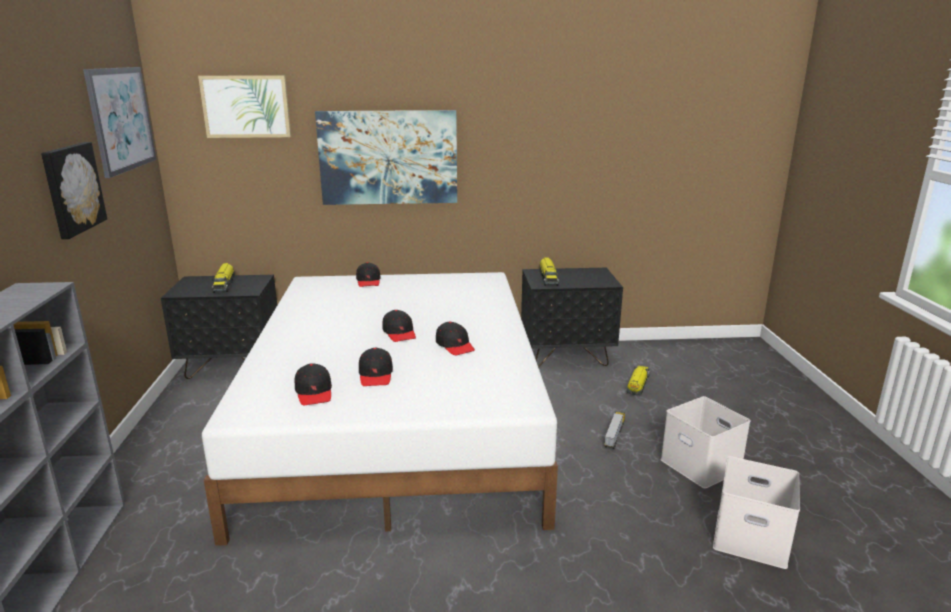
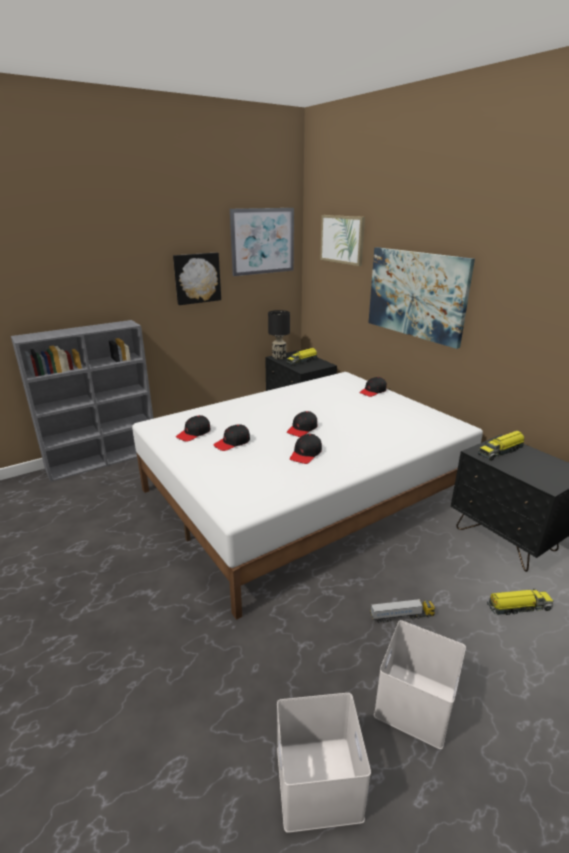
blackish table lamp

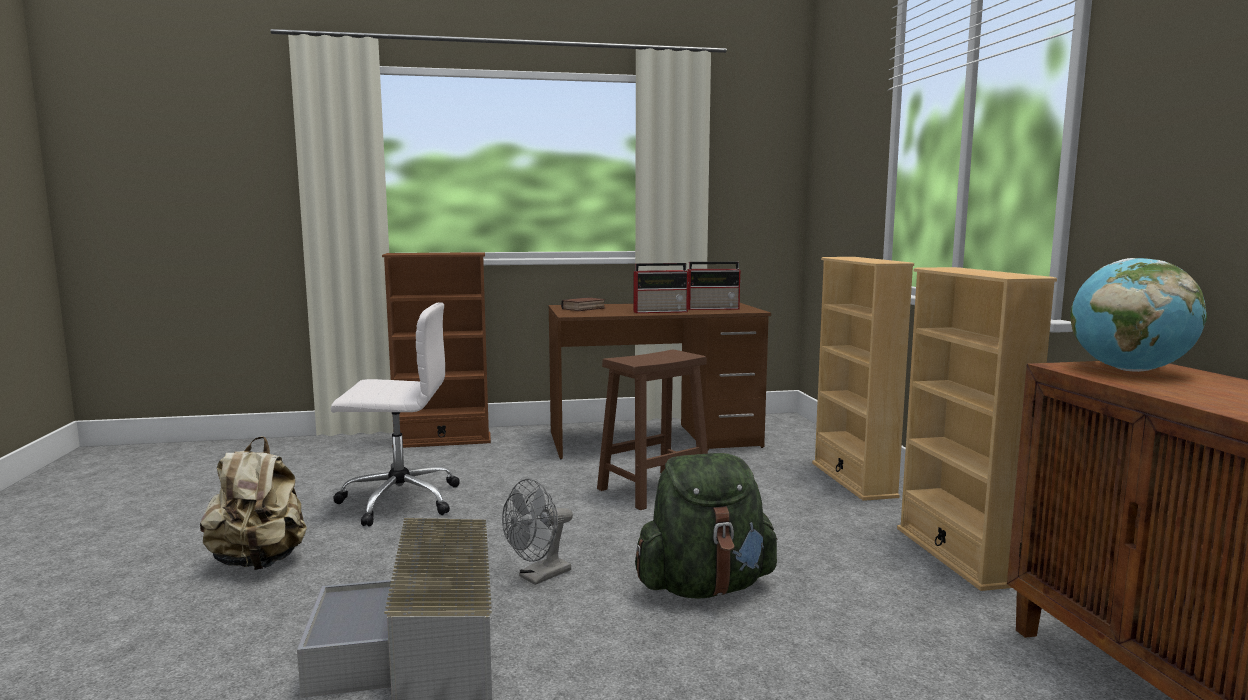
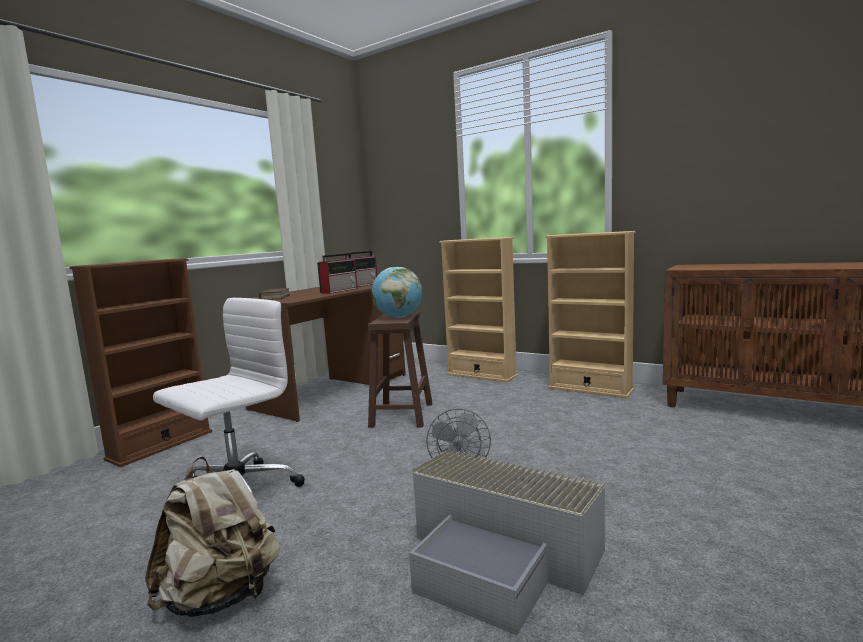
greenish rucksack; globe

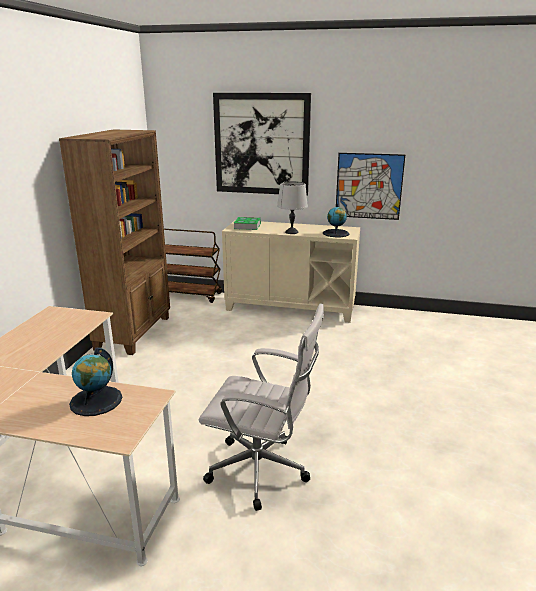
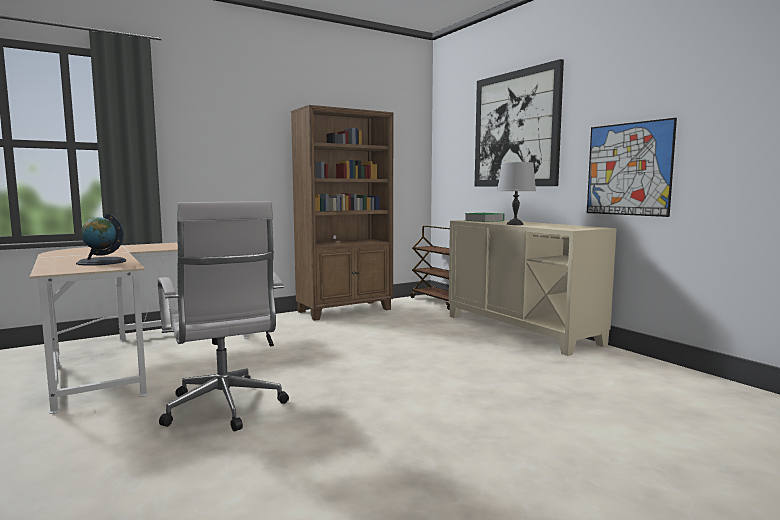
globe (2nd from left in the first image)

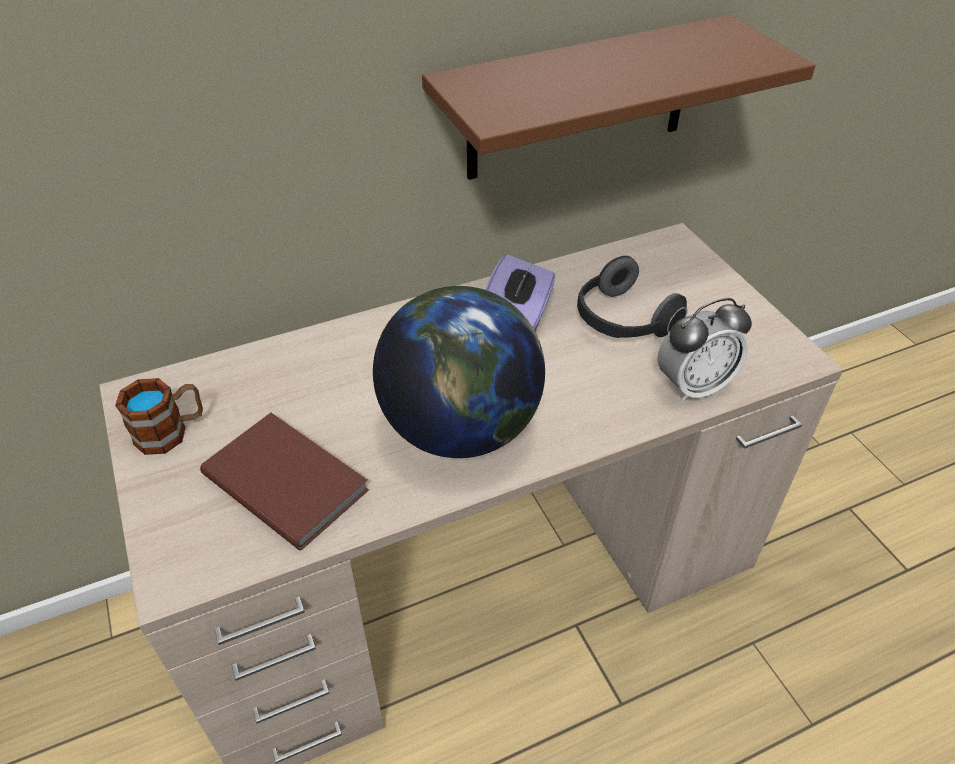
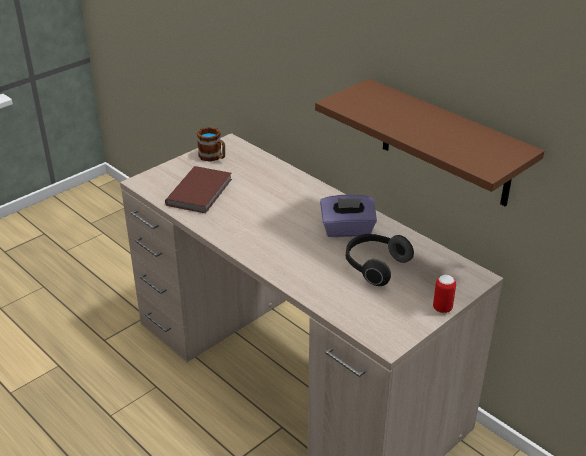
globe; table clock; metal can

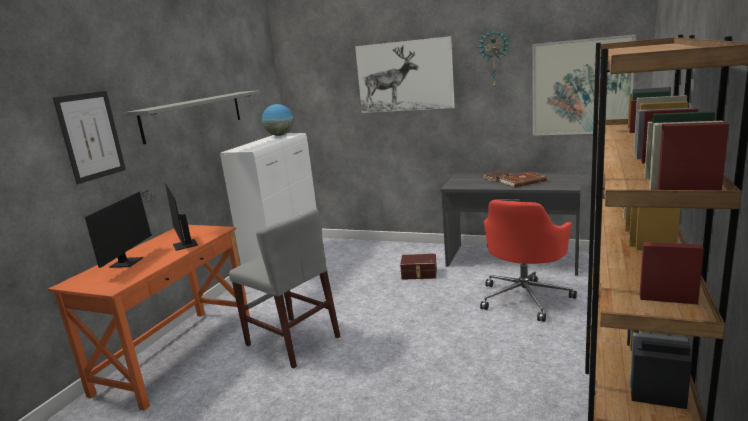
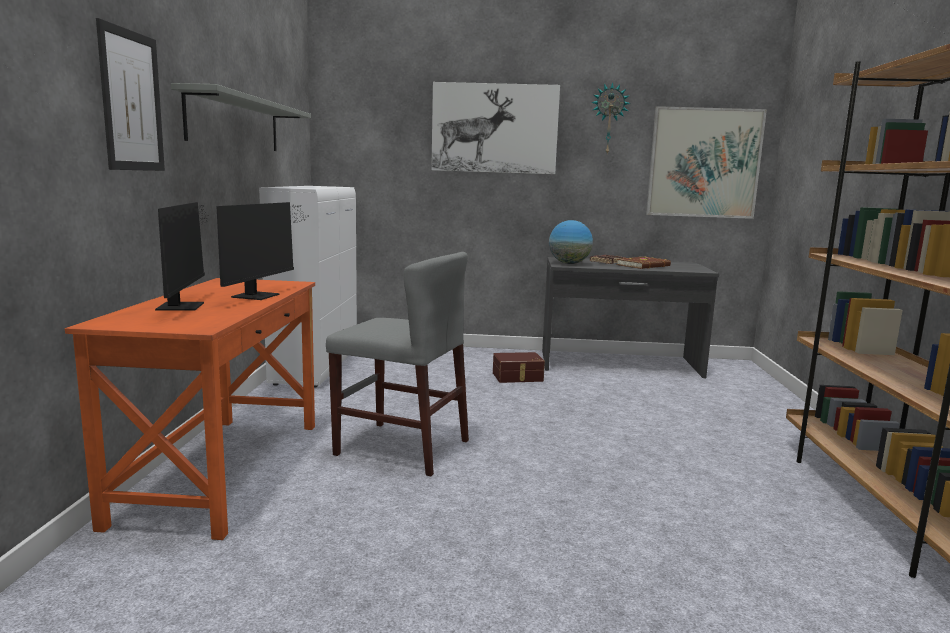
red-coloured office chair; globe; monitor (2nd from left)

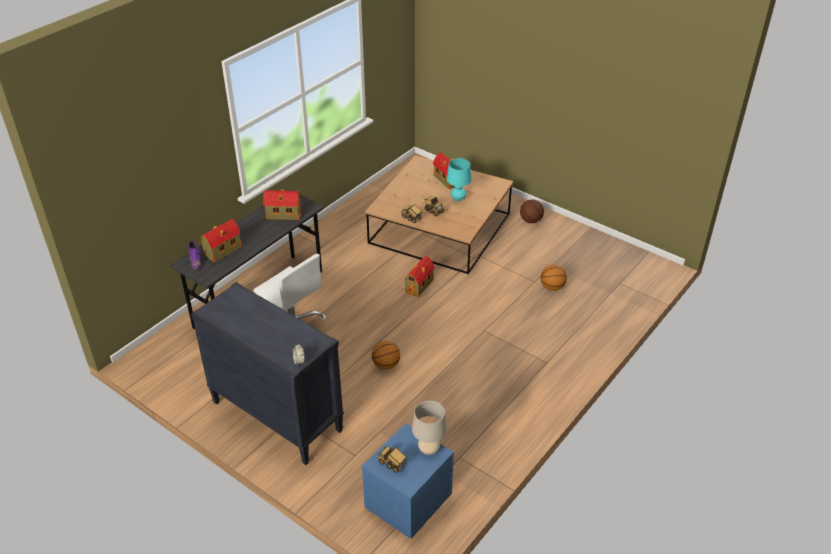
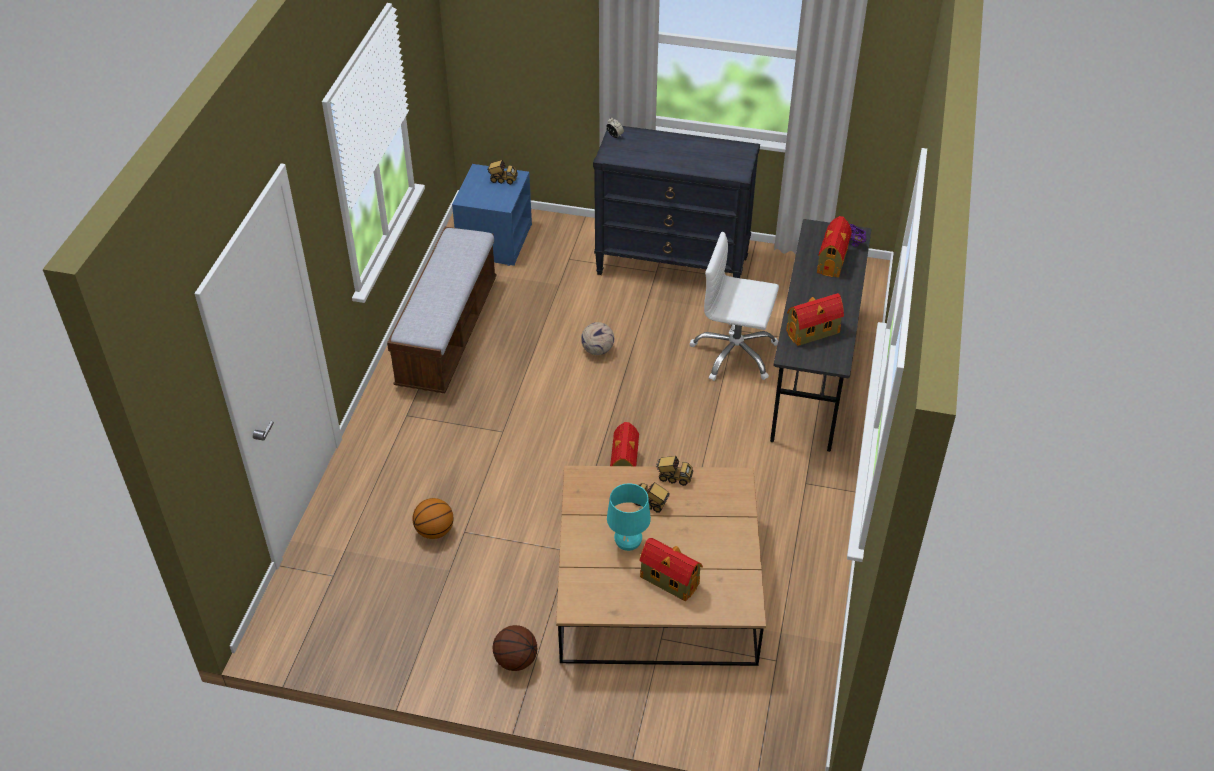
beige table lamp; bench; football ball

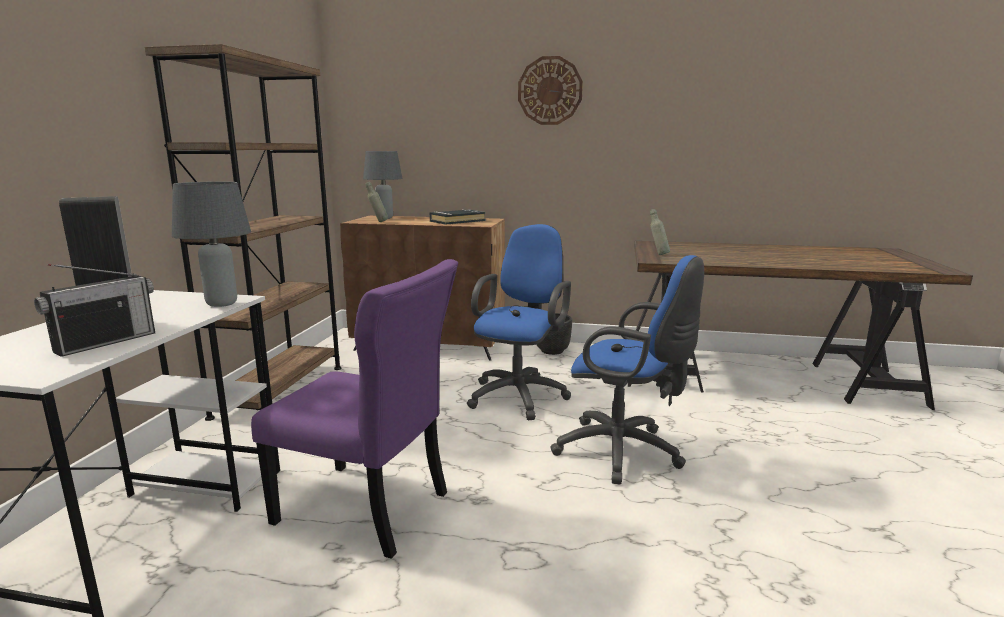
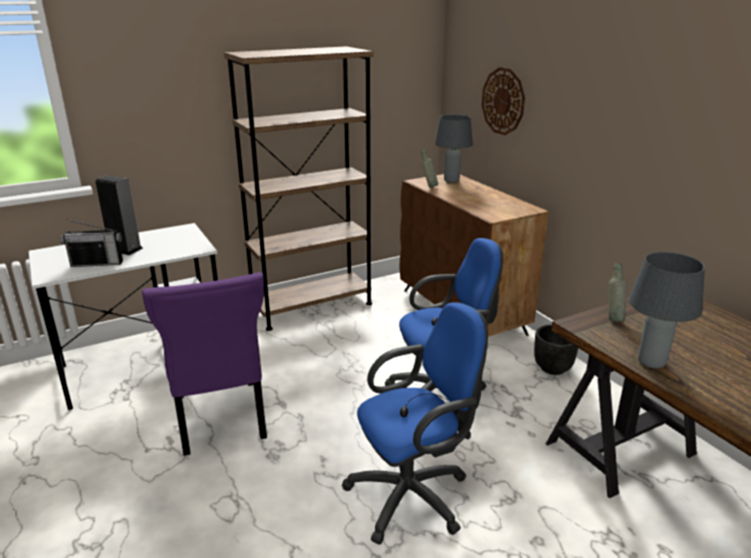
blackish bound book; greyish table lamp (2nd from left); clock on the wall; blue-coloured office chair (1st from left)

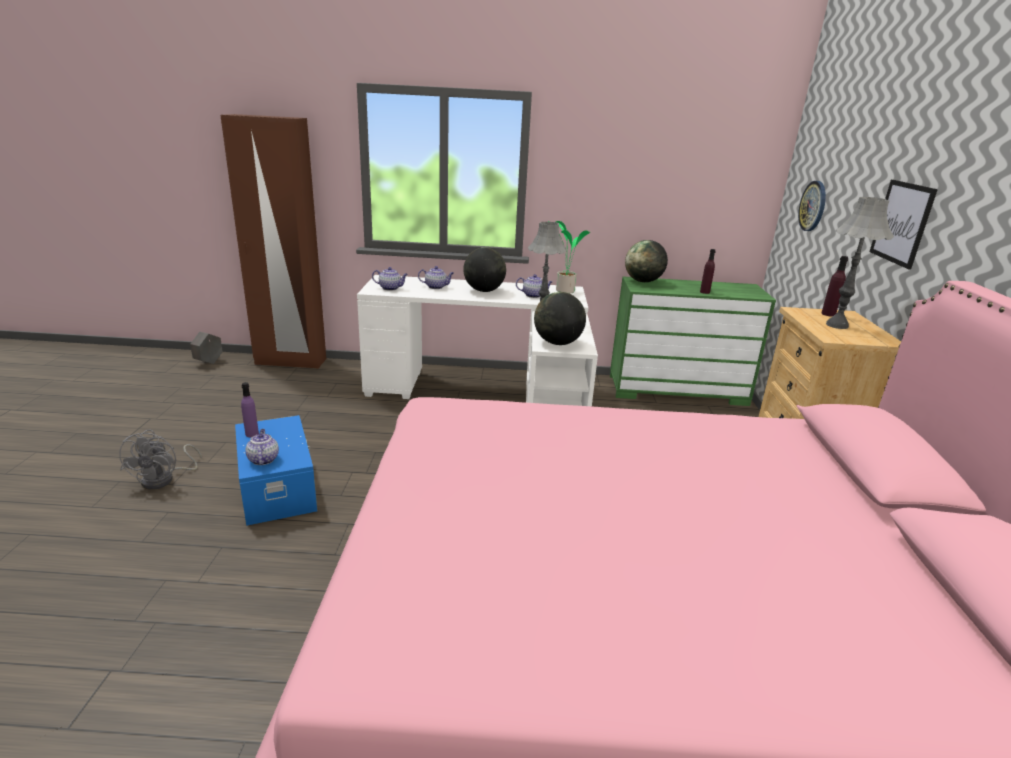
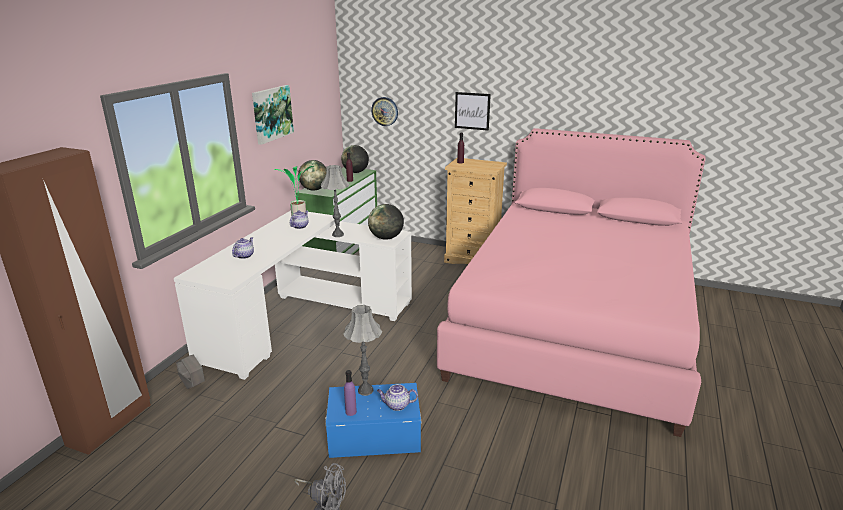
pot for tea (2nd from left in the first image); picture (1st from left); greyish planter; globe (2nd from left); greyish table lamp (2nd from left)

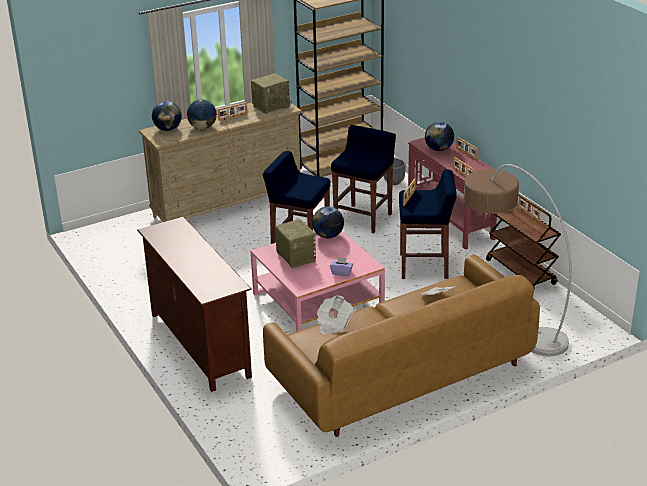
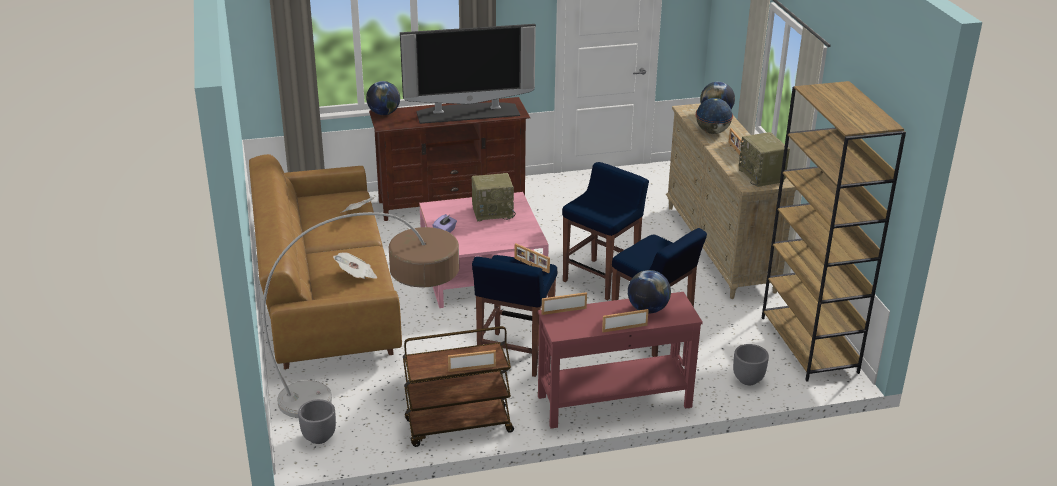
greyish planter (1st from left); TV set; globe (1st from left)

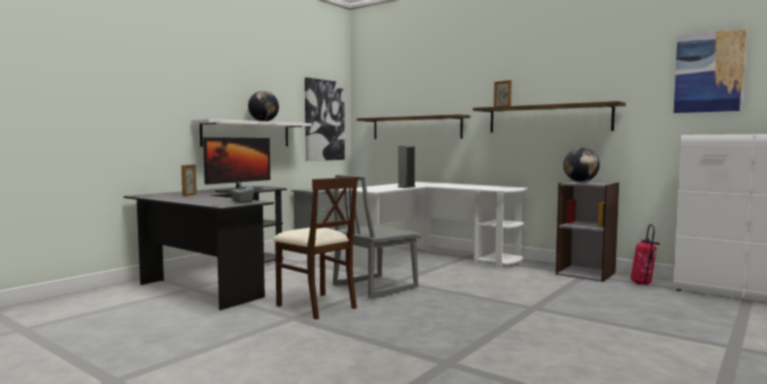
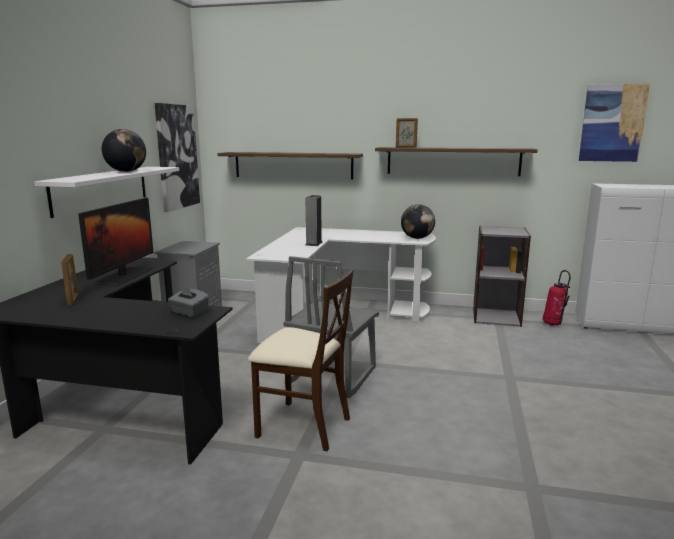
globe (2nd from left)

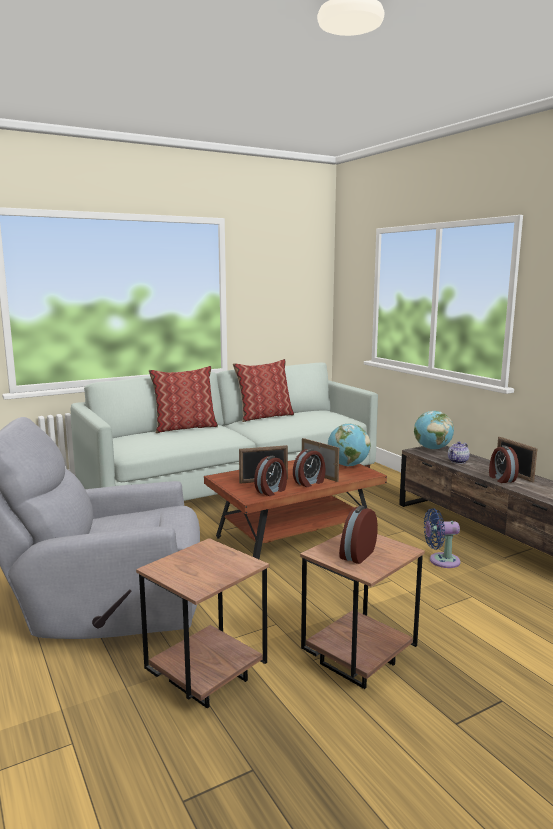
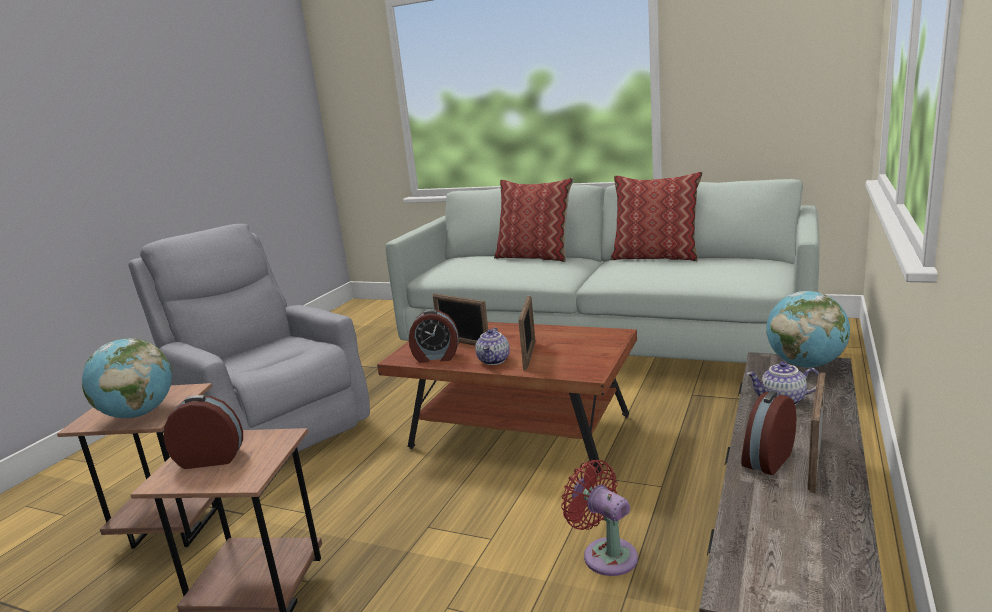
globe (1st from left); pot for tea (1st from left); red-coloured fan

